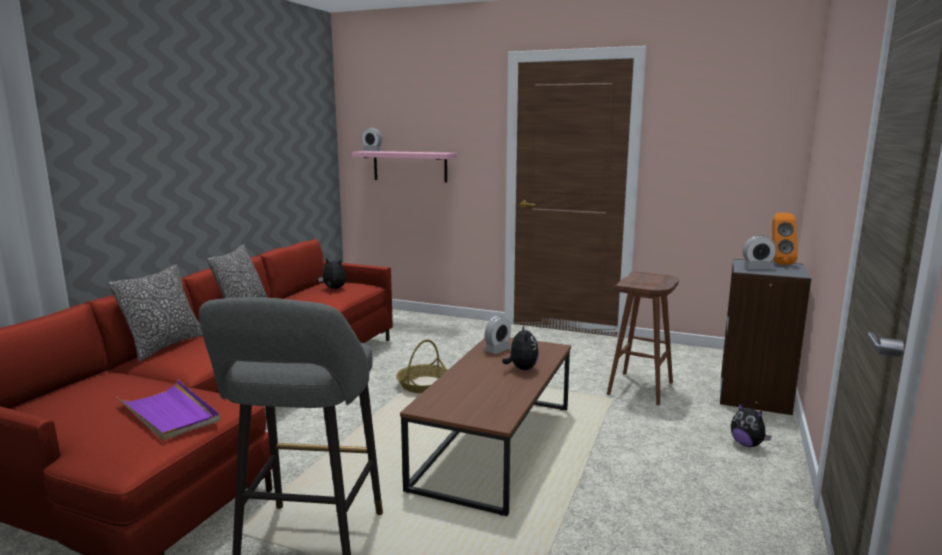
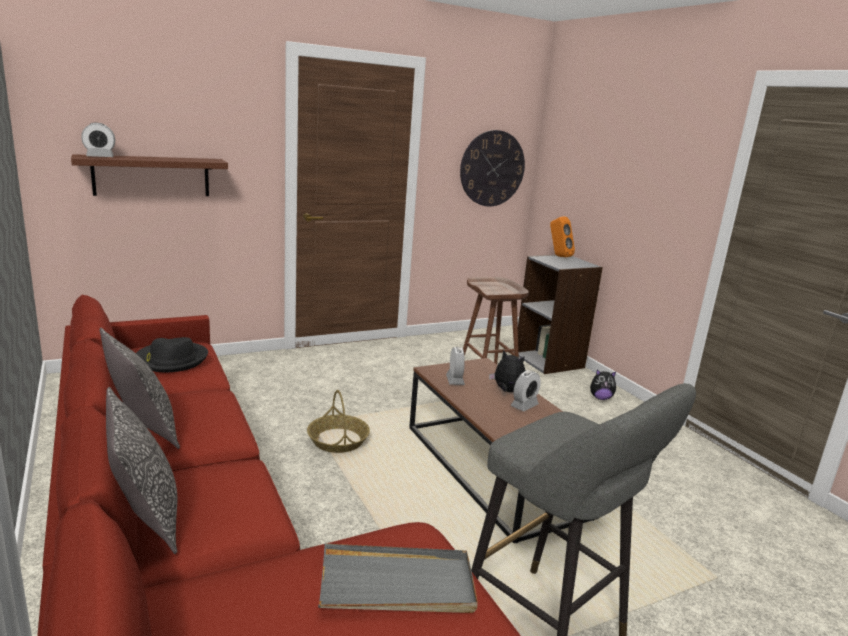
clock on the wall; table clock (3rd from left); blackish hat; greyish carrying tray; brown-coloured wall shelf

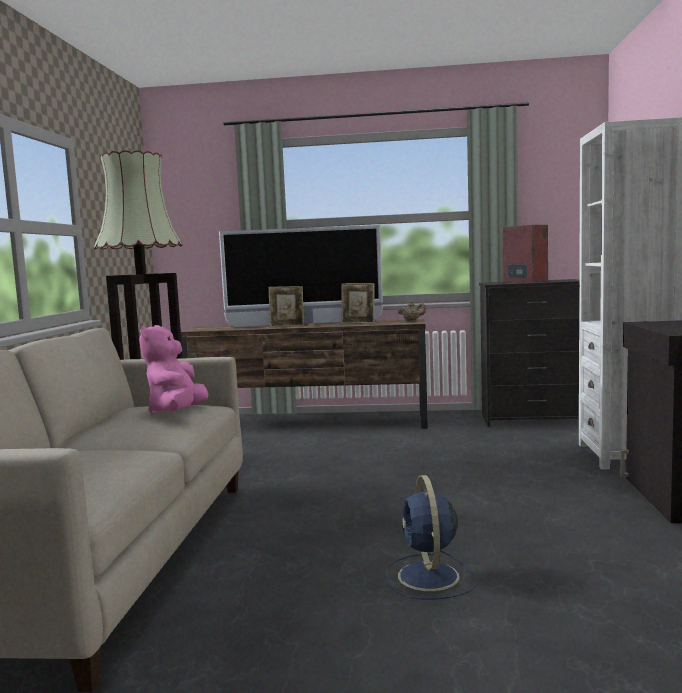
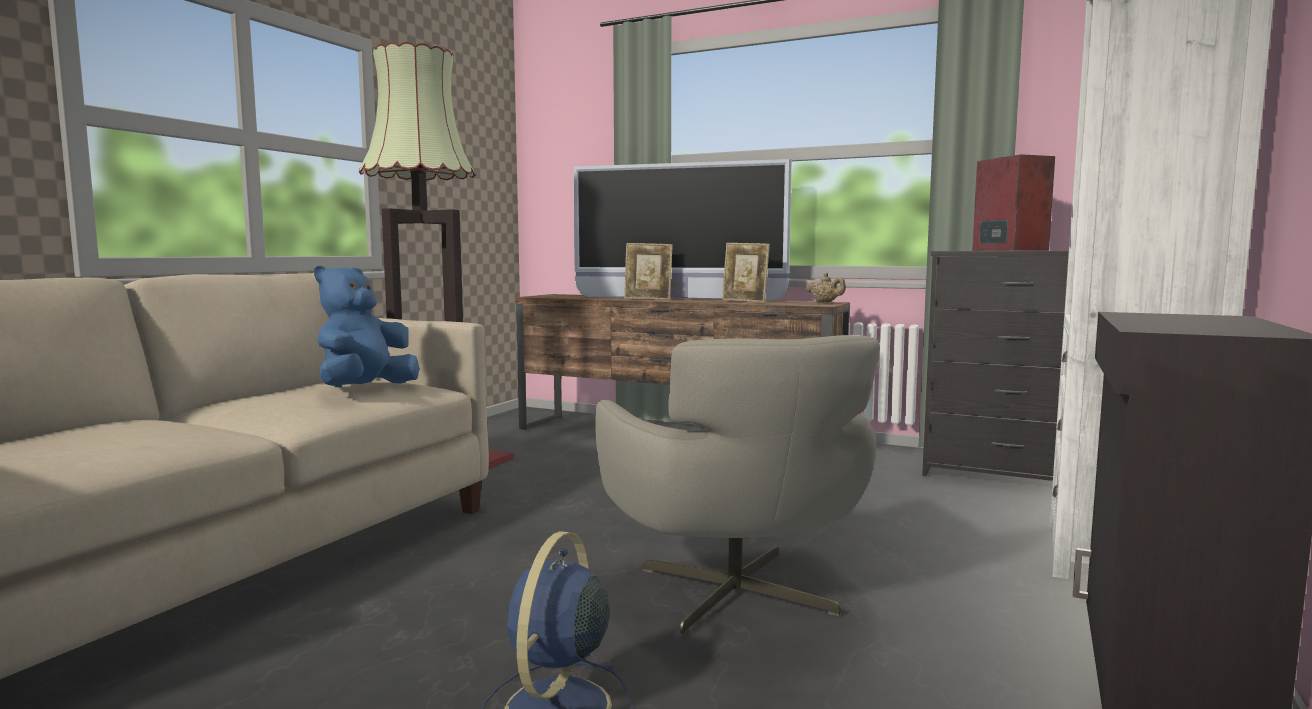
greyish easy chair; blue-coloured plush toy

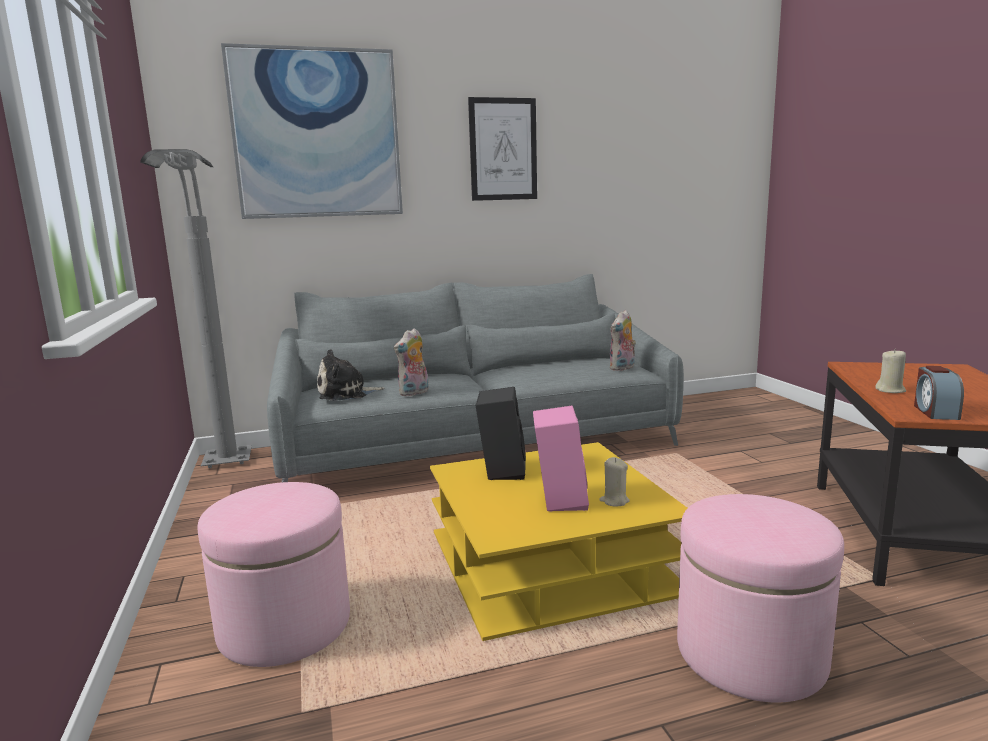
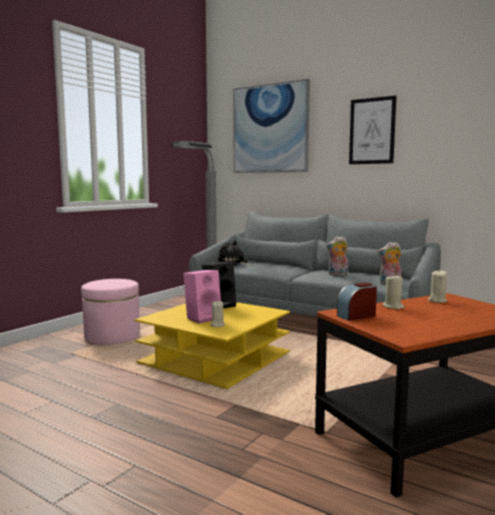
pinkish footrest (2nd from left in the first image); beige wax candle (3rd from left); plush toy (2nd from left)

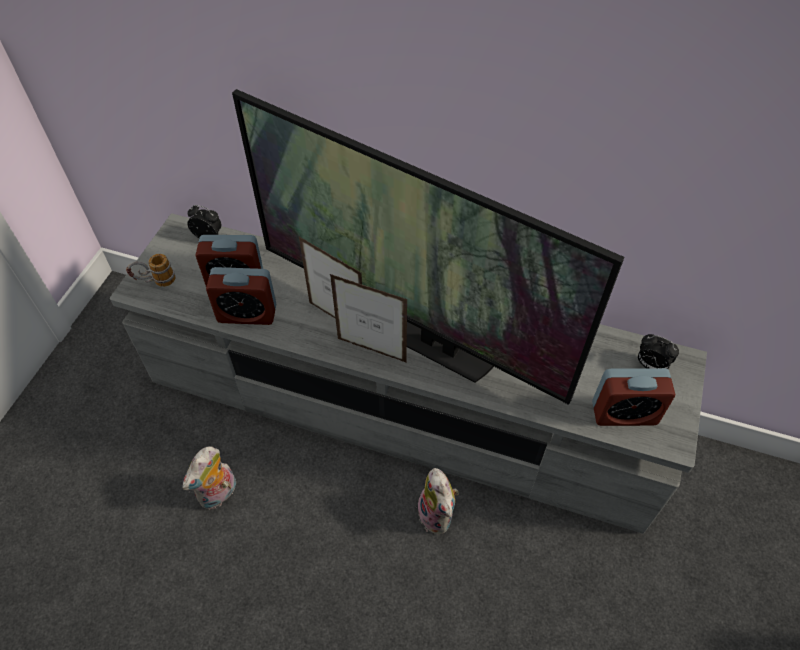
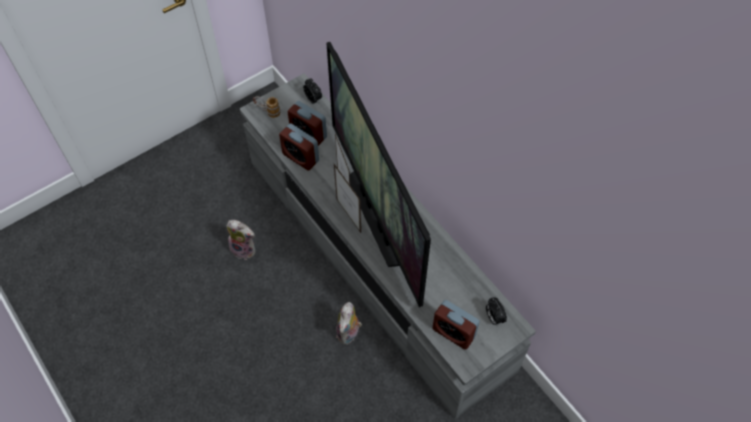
plush toy (1st from left)

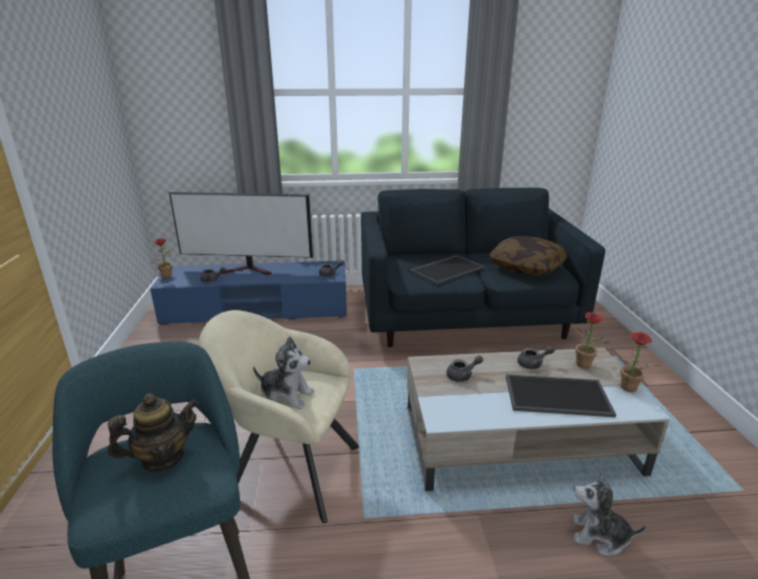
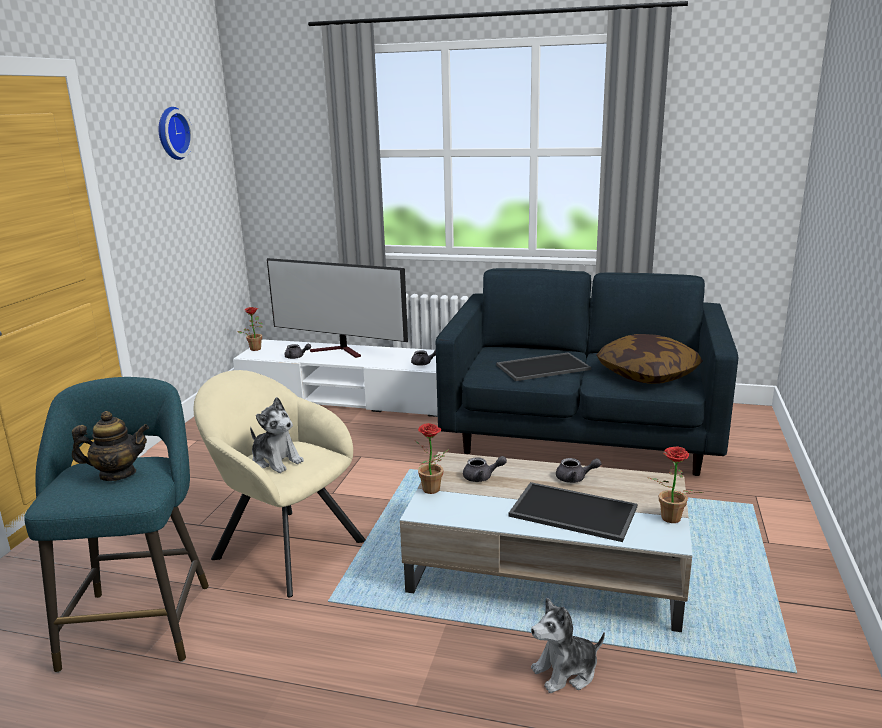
clock on the wall; houseplant (2nd from left); whitish tv unit; plush toy (2nd from left)

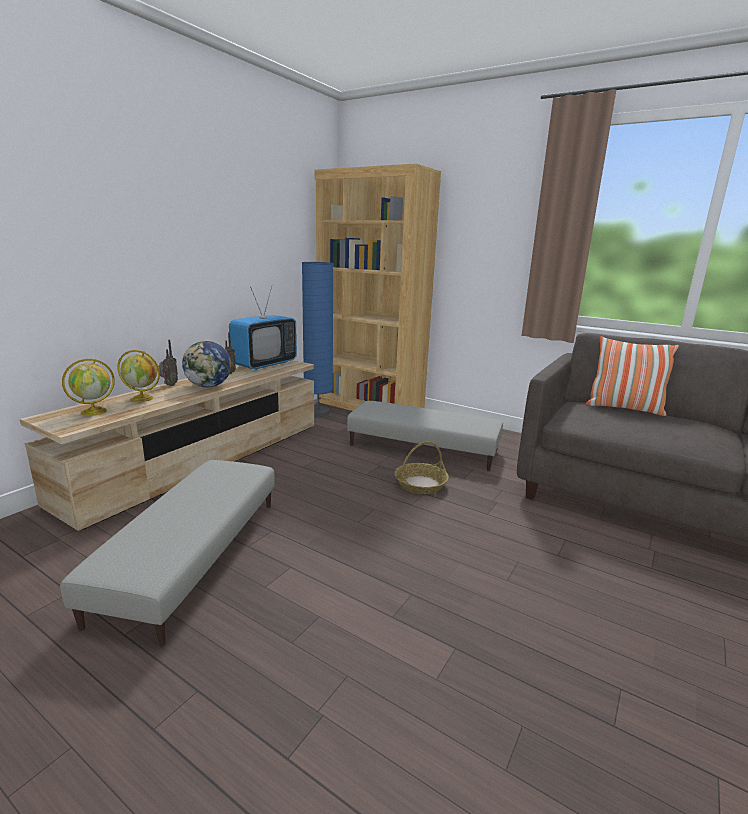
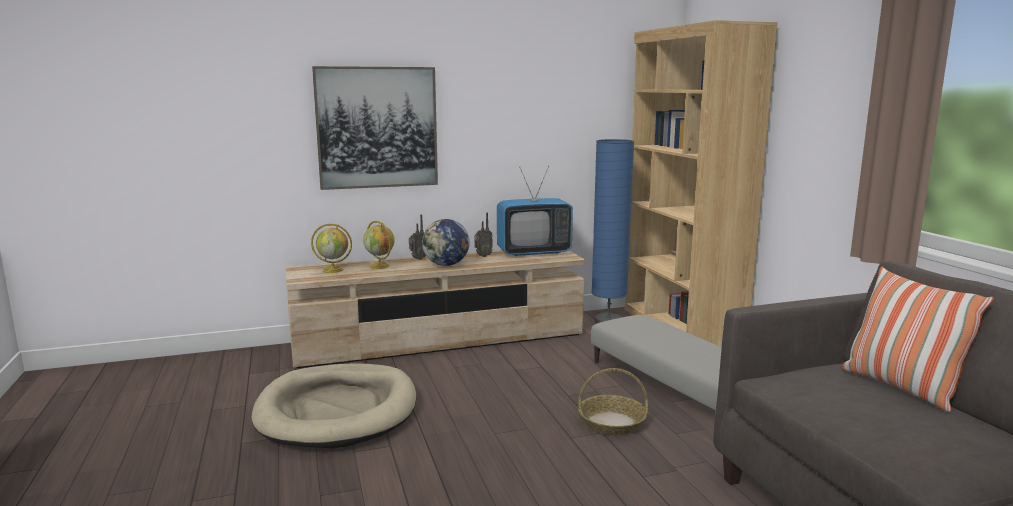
picture; beige pet bed

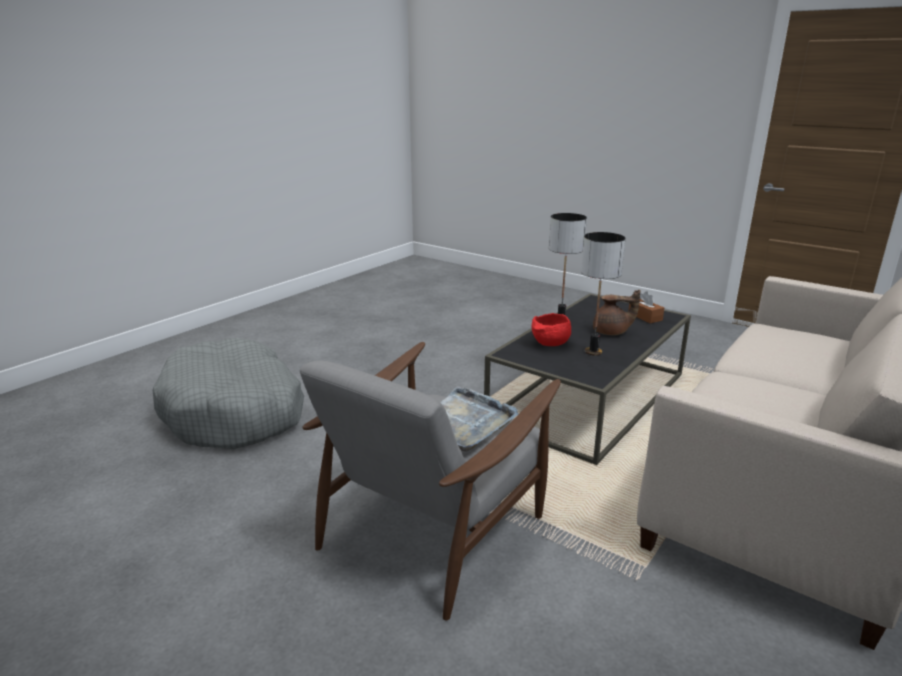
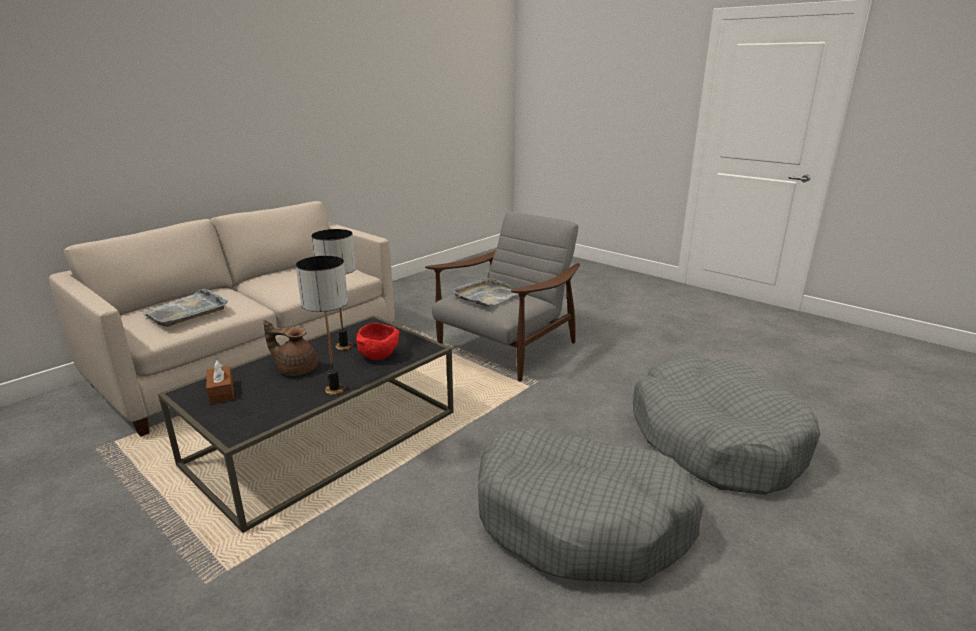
greyish carrying tray (1st from left); greyish pet bed (1st from left)

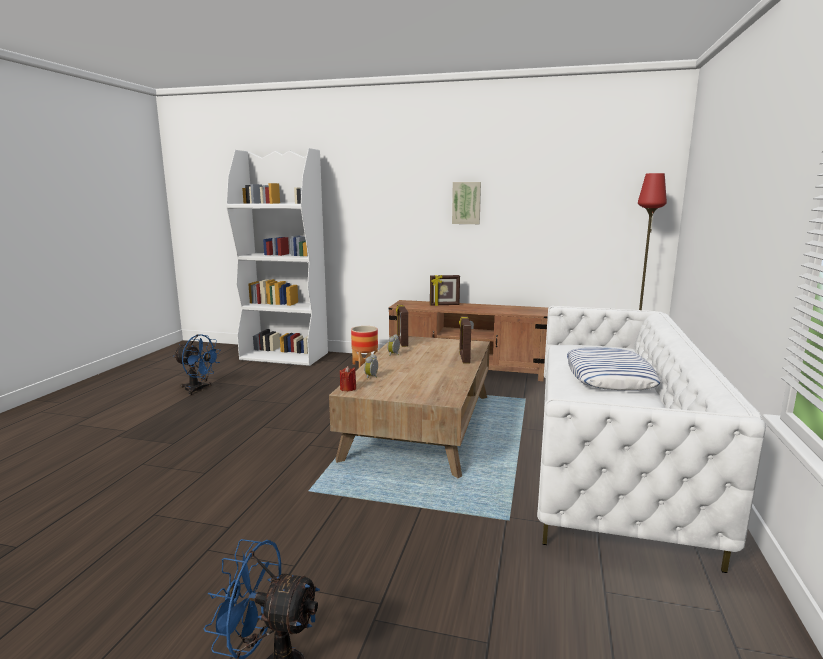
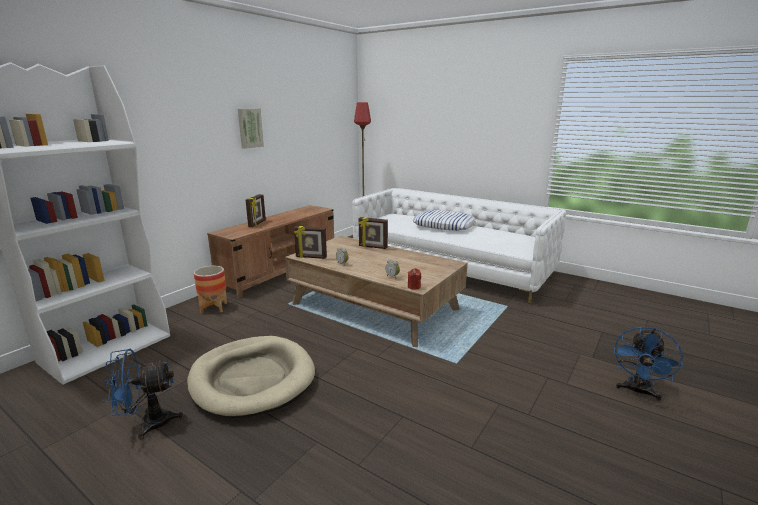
beige pet bed; blue-coloured fan (1st from left)

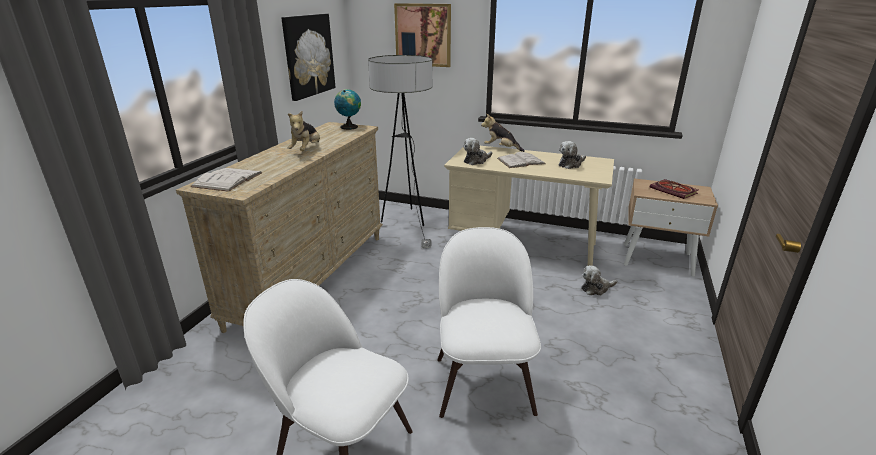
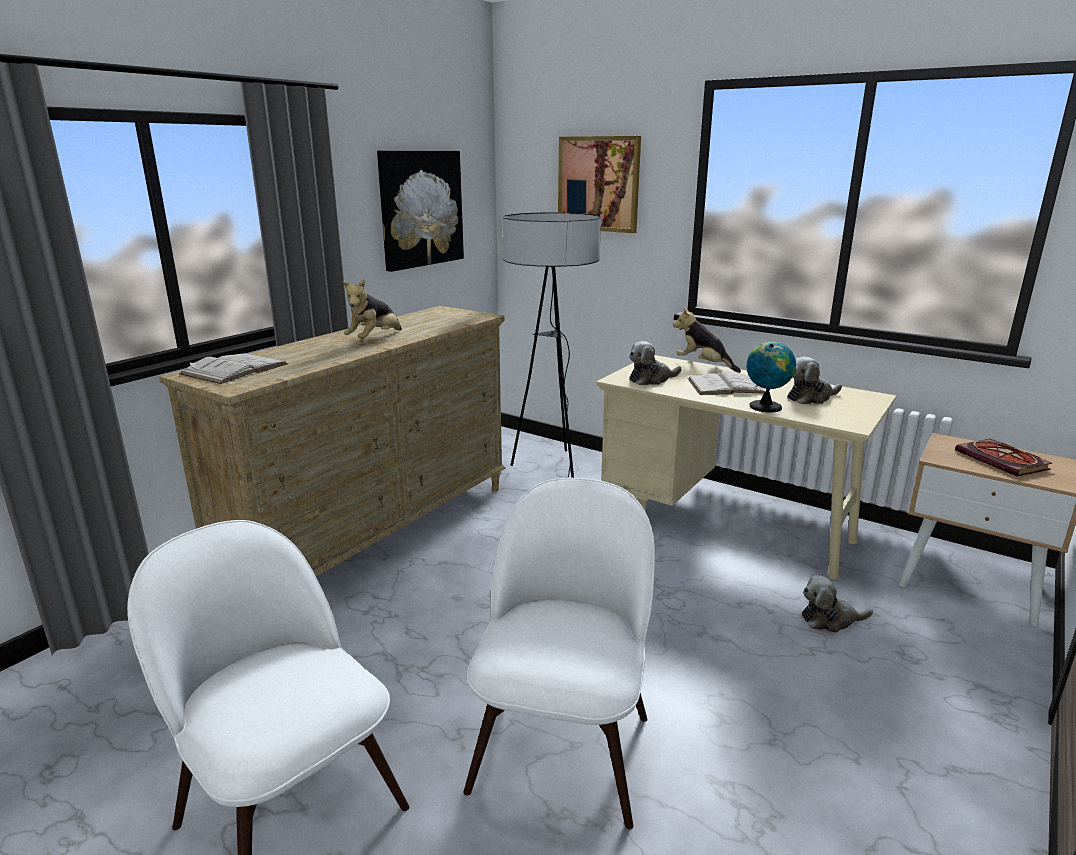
globe

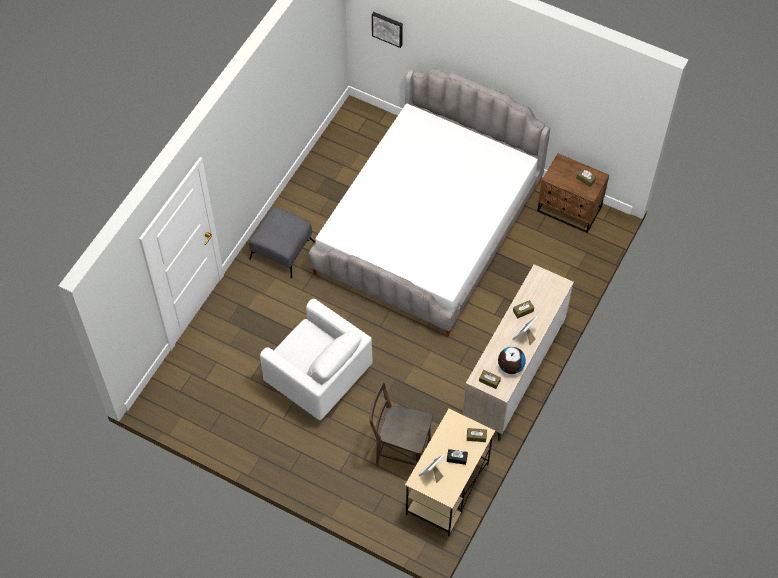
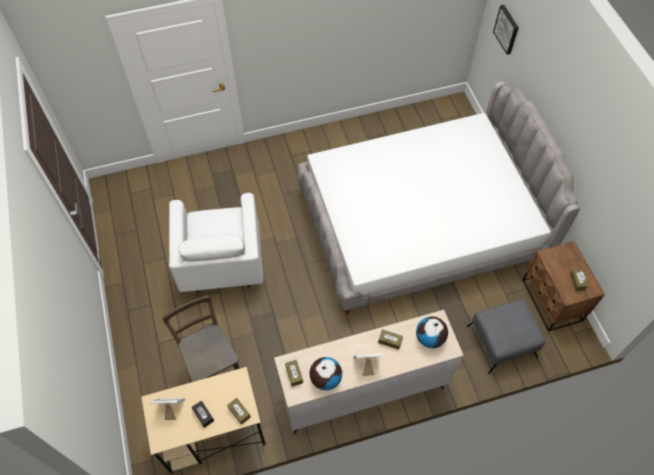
globe (2nd from left); greyish footrest

